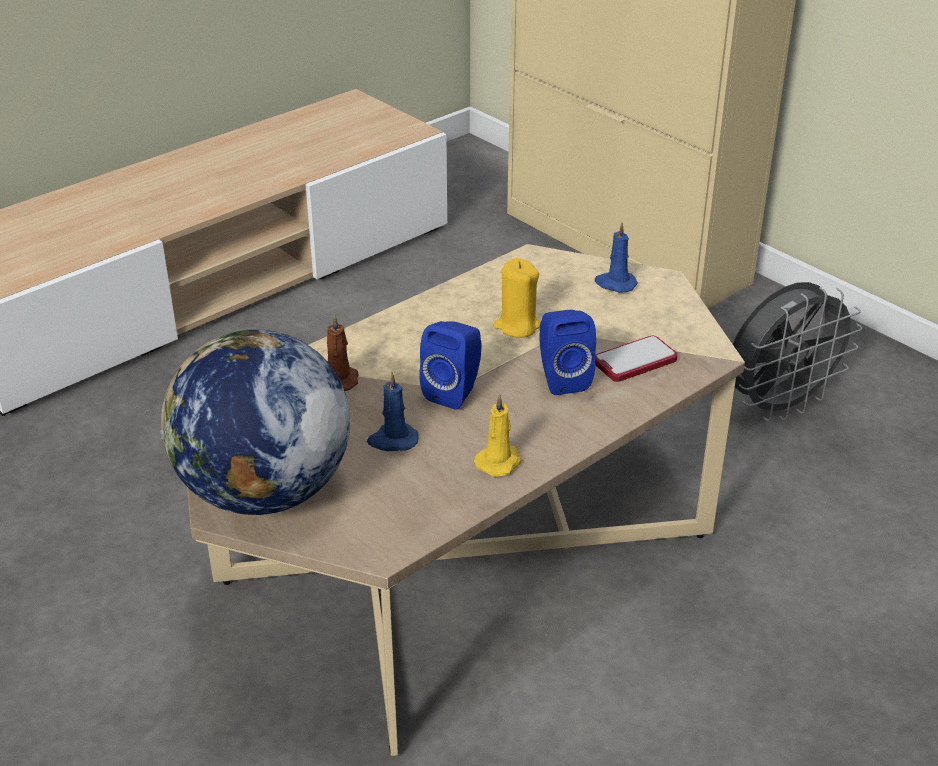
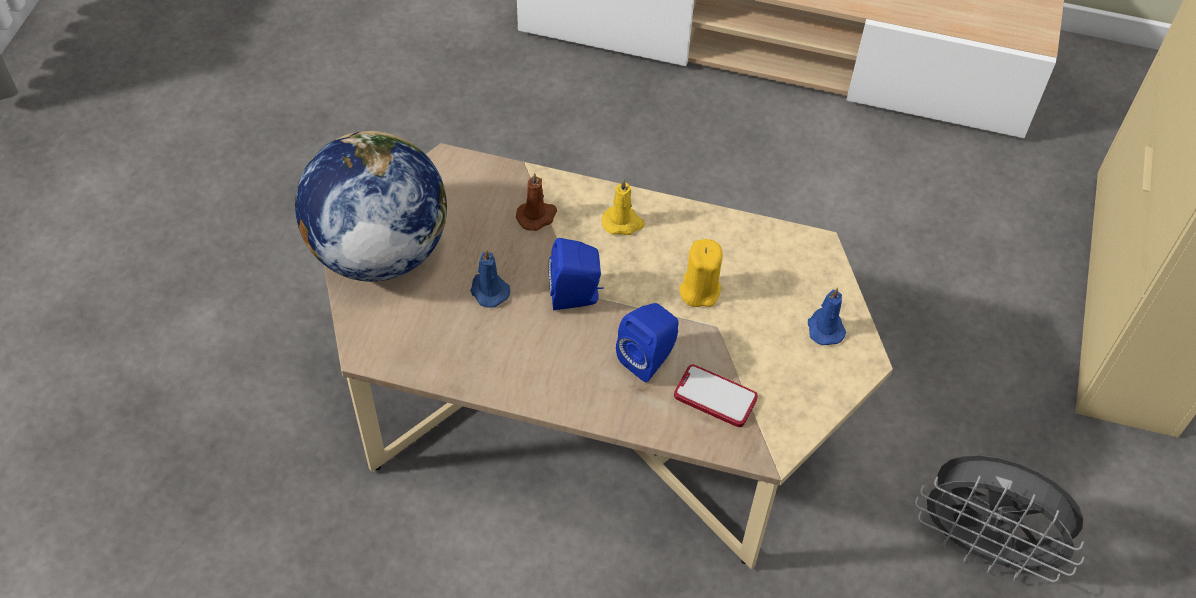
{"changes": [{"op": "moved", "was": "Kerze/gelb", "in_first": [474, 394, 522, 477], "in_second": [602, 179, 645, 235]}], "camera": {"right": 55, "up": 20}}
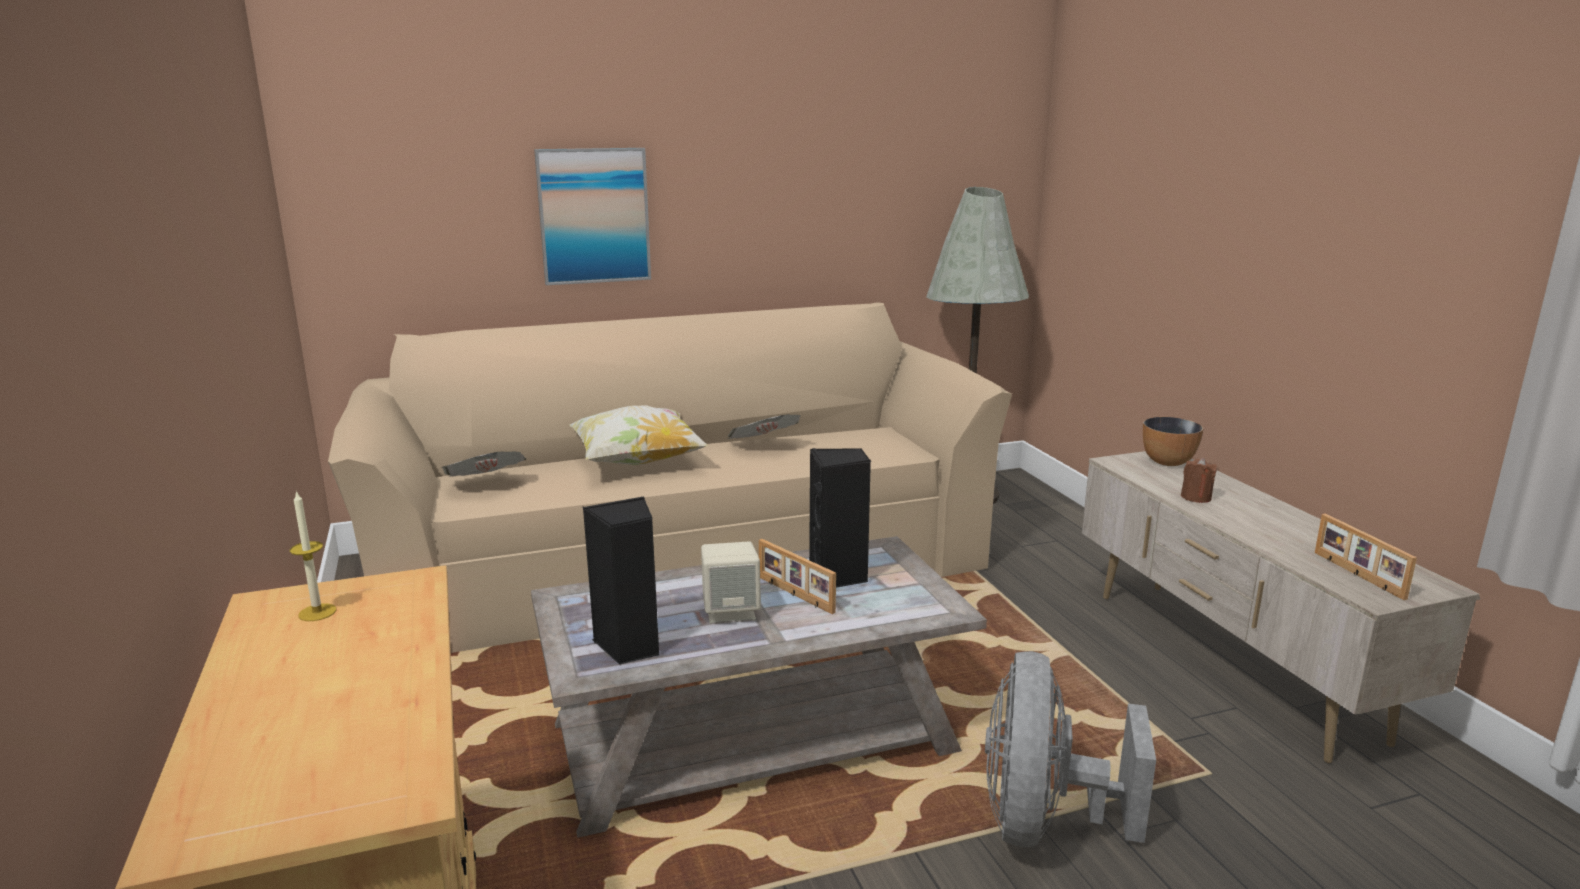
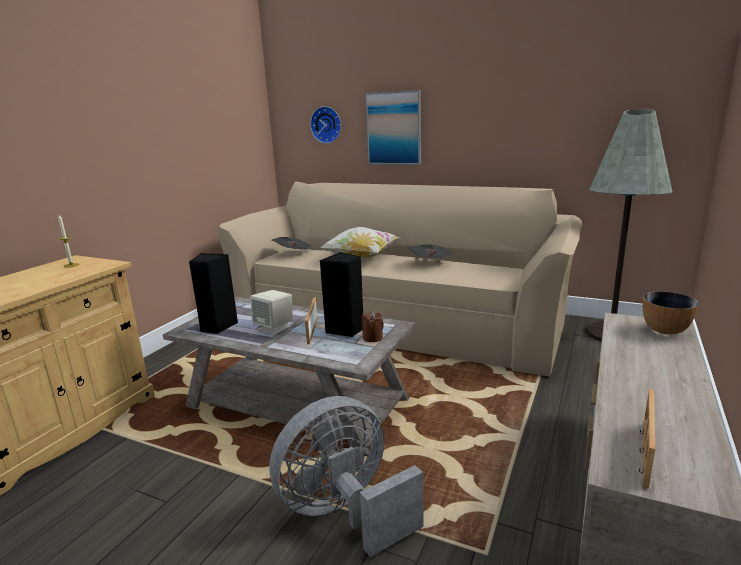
{"changes": [{"op": "added", "now": "Wanduhr", "in_second": [310, 106, 341, 144]}, {"op": "moved", "was": "Kerze/braun", "in_first": [1181, 458, 1217, 503], "in_second": [362, 311, 384, 342]}], "camera": {"right": 45, "up": 0}}
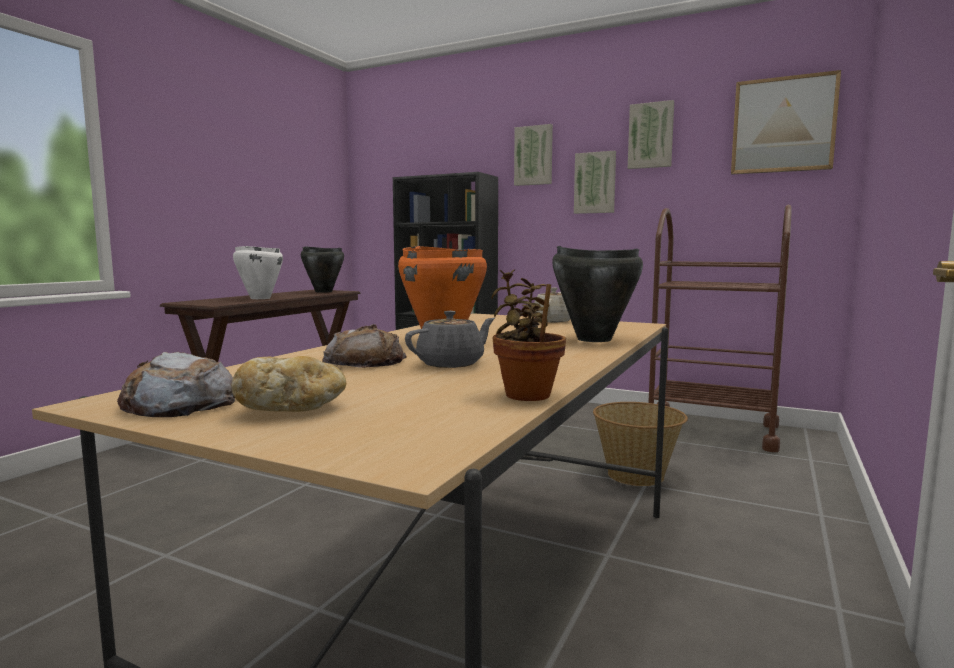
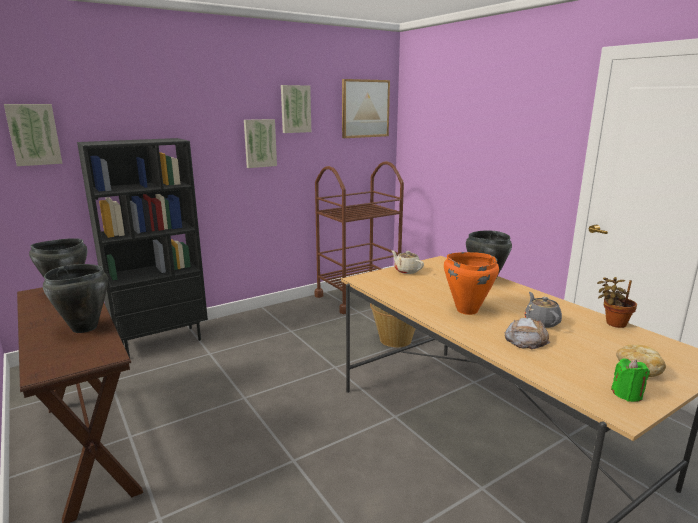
{"changes": [{"op": "moved", "was": "Bild", "in_first": [514, 124, 553, 186], "in_second": [4, 104, 63, 166]}, {"op": "recoloured", "was": "Kochtopf/weiß", "now": "Kochtopf/schwarz", "in_first": [233, 246, 283, 299], "in_second": [43, 264, 108, 333]}, {"op": "replaced", "was": "Brot", "now": "Kerze/grün", "in_first": [117, 352, 235, 417], "in_second": [611, 358, 650, 402]}], "camera": {"right": -60, "up": 10}}
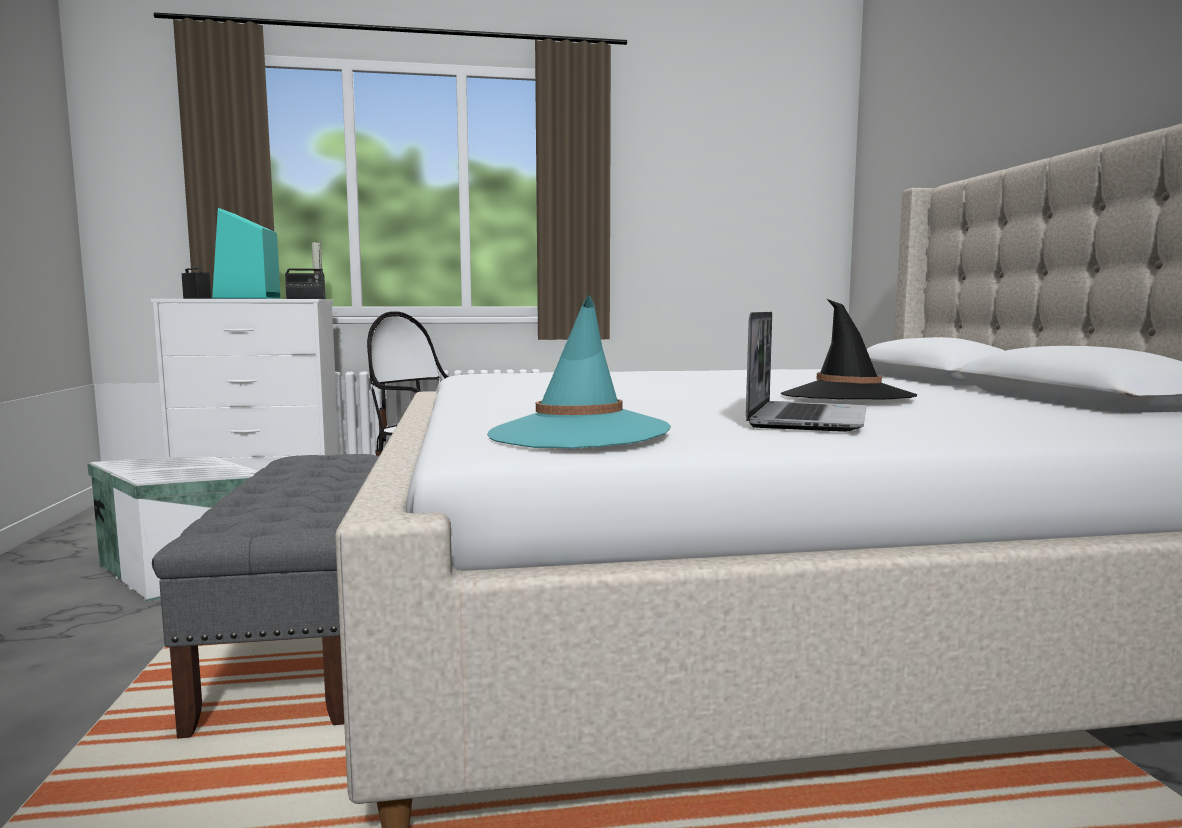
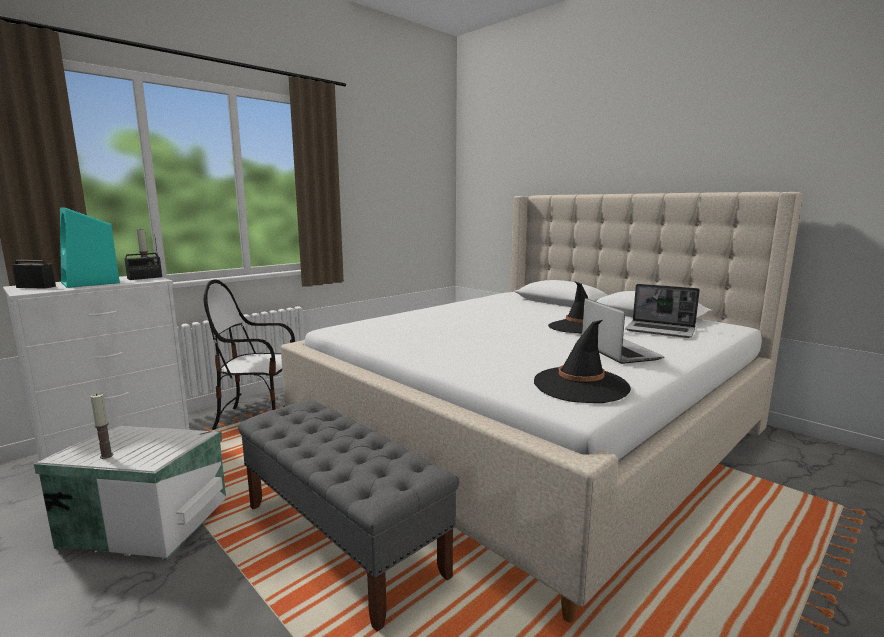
{"changes": [{"op": "added", "now": "Kerze", "in_second": [90, 393, 113, 459]}, {"op": "recoloured", "was": "Hut/türkis", "now": "Hut/schwarz", "in_first": [487, 295, 671, 449], "in_second": [534, 320, 631, 403]}, {"op": "added", "now": "Laptop", "in_second": [625, 284, 700, 338]}], "camera": {"right": -35, "up": 5}}
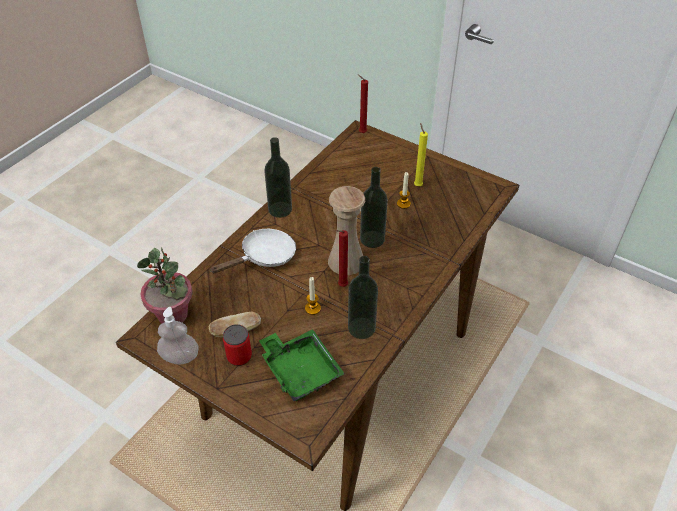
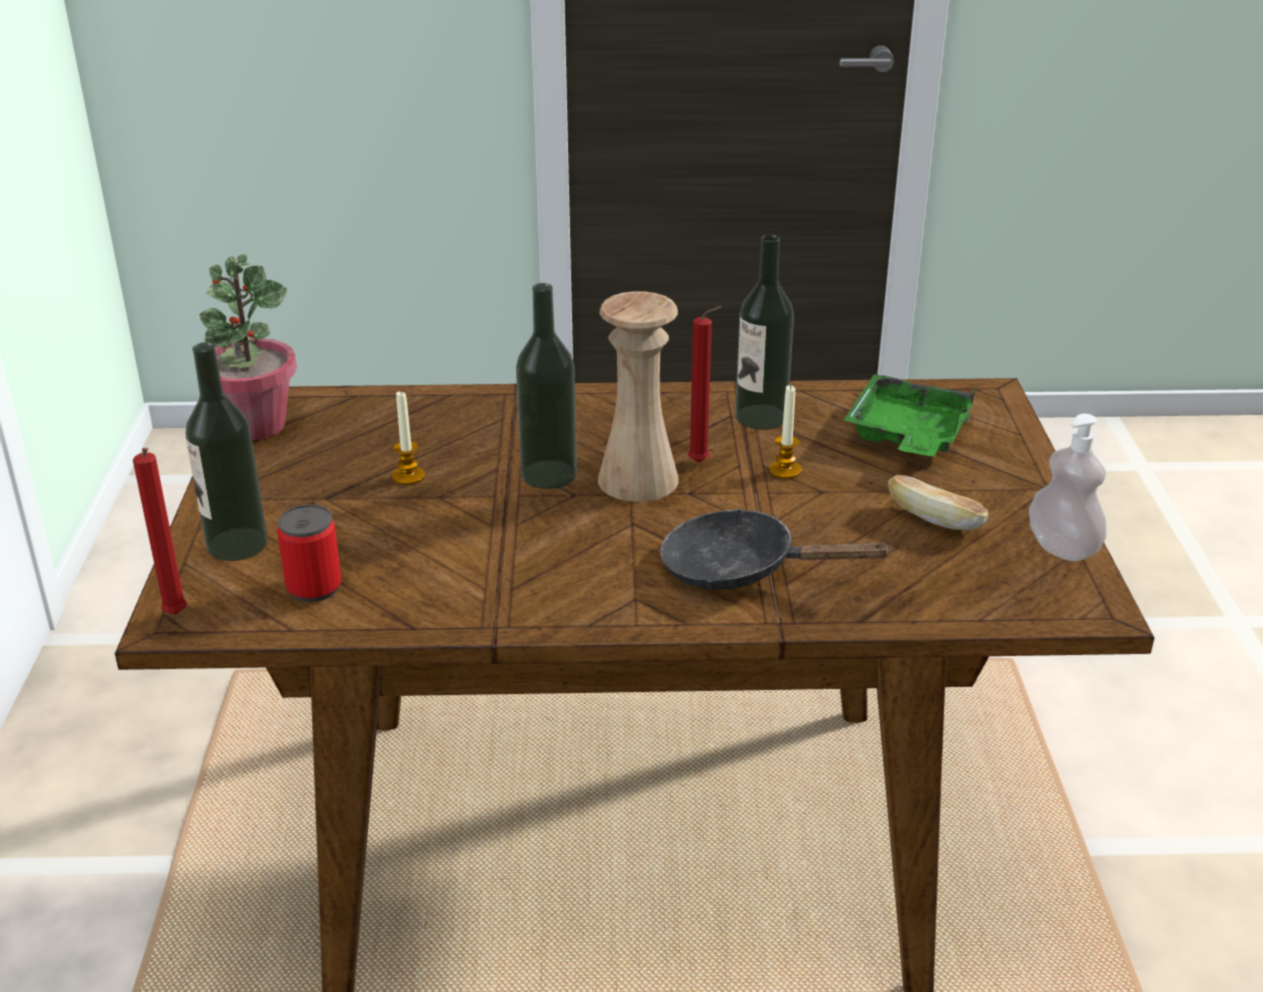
{"changes": [{"op": "moved", "was": "Flasche", "in_first": [264, 137, 292, 218], "in_second": [185, 342, 268, 561]}, {"op": "moved", "was": "Topfpflanze", "in_first": [137, 247, 193, 324], "in_second": [199, 254, 297, 440]}, {"op": "moved", "was": "Dose", "in_first": [223, 324, 252, 366], "in_second": [277, 505, 341, 602]}, {"op": "recoloured", "was": "Pfanne/weiß", "now": "Pfanne/schwarz", "in_first": [210, 229, 296, 273], "in_second": [660, 508, 892, 590]}, {"op": "removed", "was": "Kerze/gelb", "in_first": [414, 123, 428, 186]}], "camera": {"right": -125, "up": -15}}
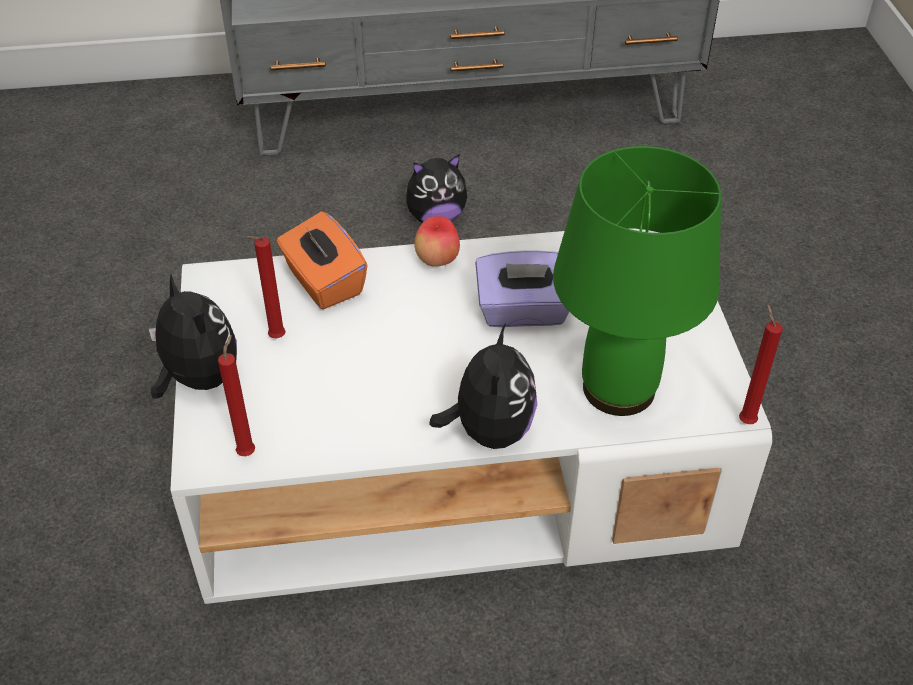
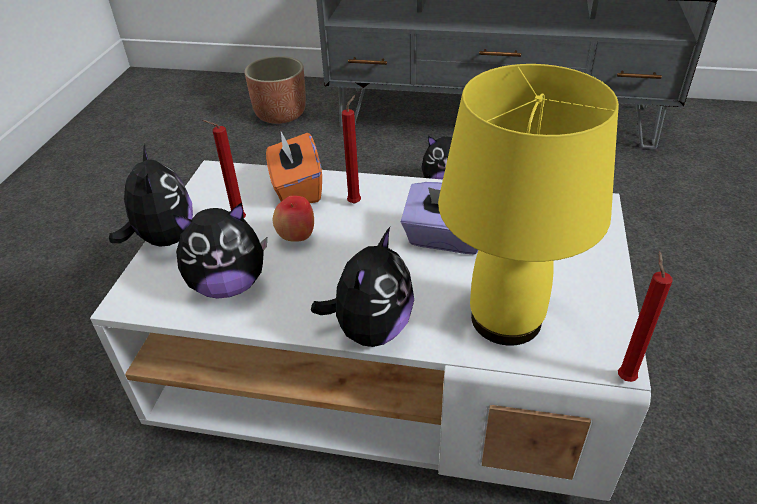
{"changes": [{"op": "added", "now": "Plüschtier", "in_second": [173, 202, 267, 299]}, {"op": "added", "now": "Pflanzkübel", "in_second": [244, 56, 306, 124]}, {"op": "moved", "was": "Apfel", "in_first": [414, 216, 460, 267], "in_second": [273, 196, 314, 242]}, {"op": "moved", "was": "Kerze/rot", "in_first": [218, 335, 255, 456], "in_second": [342, 95, 361, 204]}, {"op": "recoloured", "was": "Tischlampe/grün", "now": "Tischlampe/gelb", "in_first": [553, 146, 721, 416], "in_second": [438, 64, 619, 346]}], "camera": {"right": 20, "up": -5}}
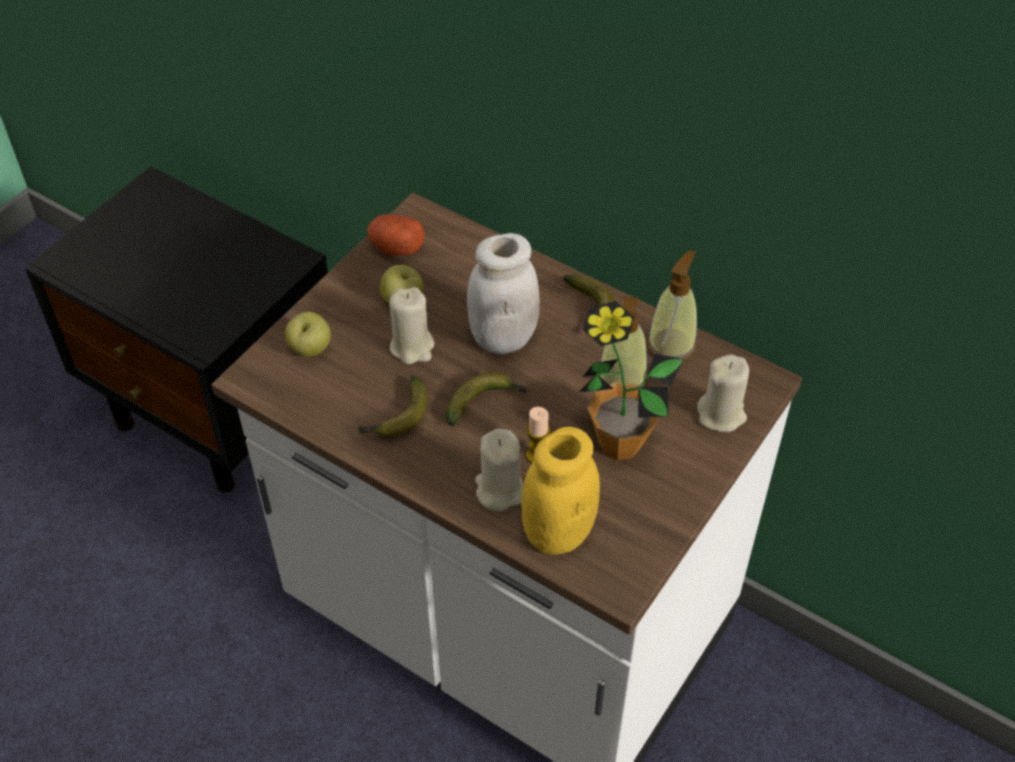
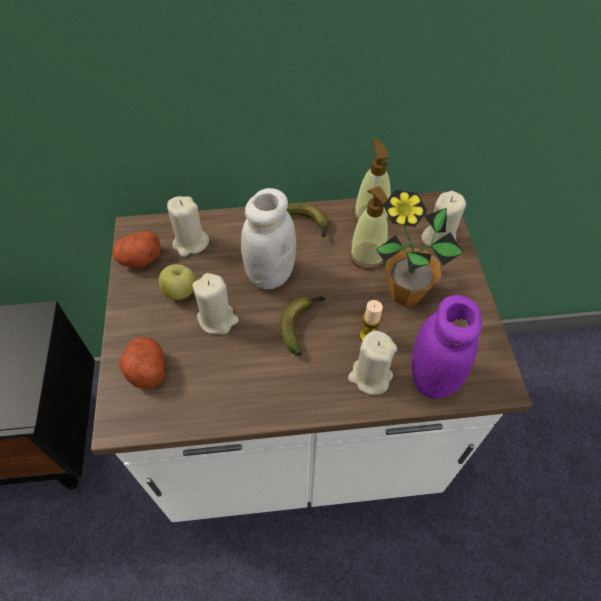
{"changes": [{"op": "replaced", "was": "Apfel", "now": "Kartoffel", "in_first": [285, 312, 331, 357], "in_second": [119, 337, 164, 389]}, {"op": "added", "now": "Kerze/beige", "in_second": [167, 196, 209, 257]}, {"op": "recoloured", "was": "Vorratsglas/gelb", "now": "Vorratsglas/lila", "in_first": [521, 427, 600, 555], "in_second": [412, 295, 482, 399]}, {"op": "removed", "was": "Banane", "in_first": [359, 375, 427, 437]}], "camera": {"right": -40, "up": 5}}
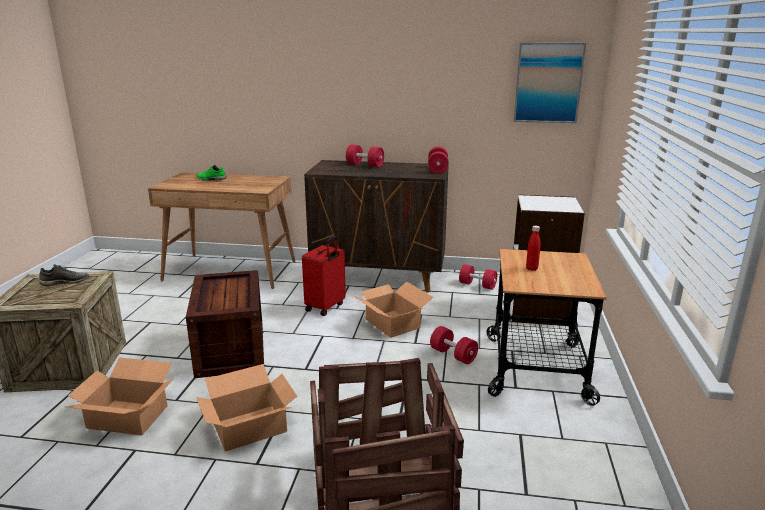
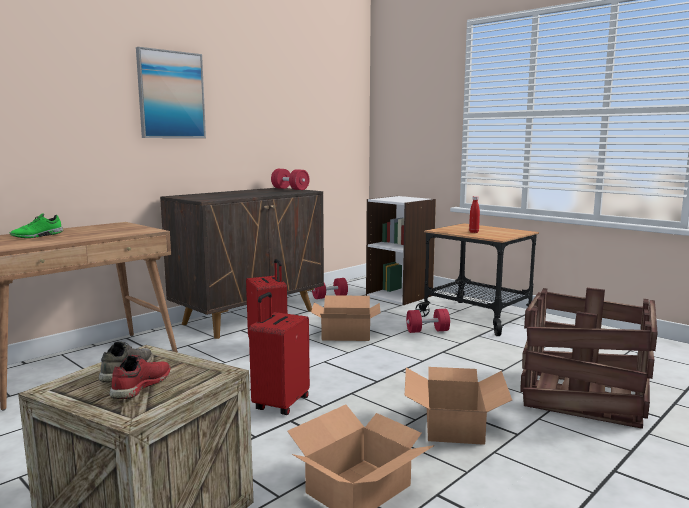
{"changes": [{"op": "added", "now": "Schuh/rot", "in_second": [109, 355, 170, 399]}, {"op": "moved", "was": "Bild", "in_first": [514, 43, 586, 123], "in_second": [136, 47, 206, 138]}, {"op": "replaced", "was": "Kiste", "now": "Koffer/rot", "in_first": [186, 270, 264, 378], "in_second": [249, 292, 310, 415]}, {"op": "removed", "was": "Hantel/rot", "in_first": [346, 144, 384, 167]}], "camera": {"right": -55, "up": -10}}
